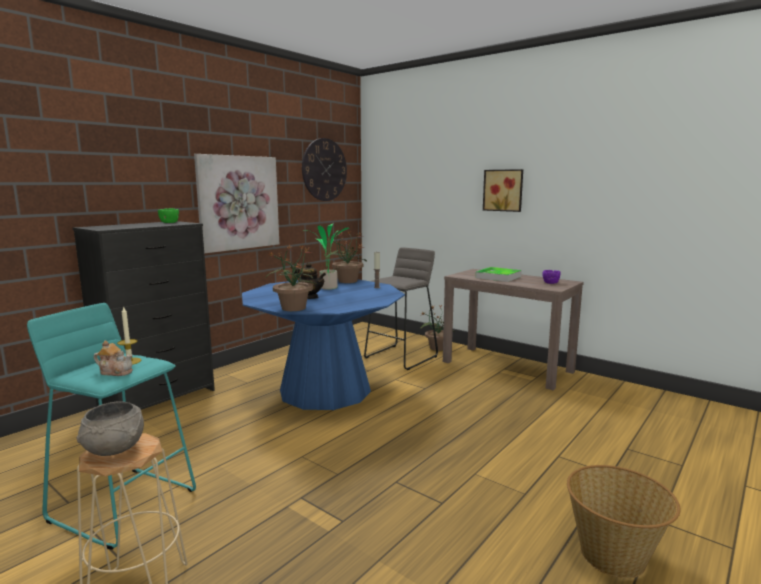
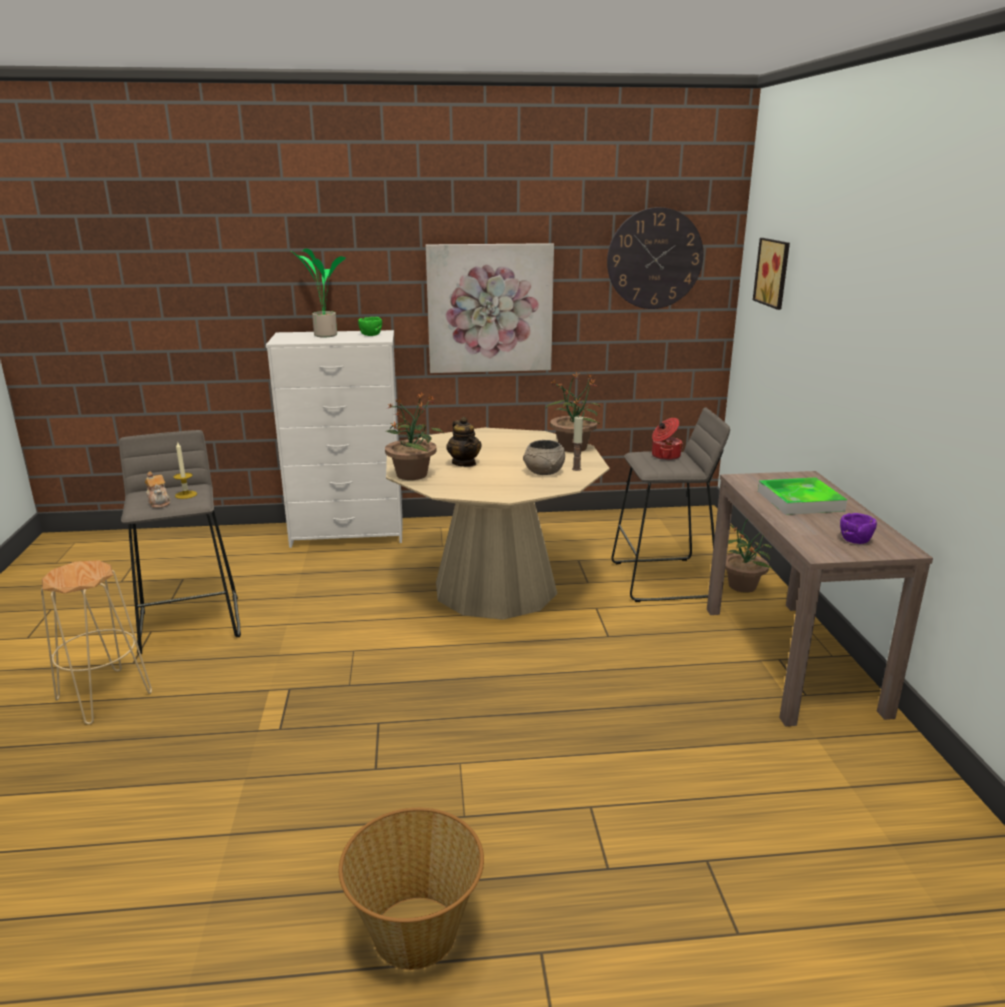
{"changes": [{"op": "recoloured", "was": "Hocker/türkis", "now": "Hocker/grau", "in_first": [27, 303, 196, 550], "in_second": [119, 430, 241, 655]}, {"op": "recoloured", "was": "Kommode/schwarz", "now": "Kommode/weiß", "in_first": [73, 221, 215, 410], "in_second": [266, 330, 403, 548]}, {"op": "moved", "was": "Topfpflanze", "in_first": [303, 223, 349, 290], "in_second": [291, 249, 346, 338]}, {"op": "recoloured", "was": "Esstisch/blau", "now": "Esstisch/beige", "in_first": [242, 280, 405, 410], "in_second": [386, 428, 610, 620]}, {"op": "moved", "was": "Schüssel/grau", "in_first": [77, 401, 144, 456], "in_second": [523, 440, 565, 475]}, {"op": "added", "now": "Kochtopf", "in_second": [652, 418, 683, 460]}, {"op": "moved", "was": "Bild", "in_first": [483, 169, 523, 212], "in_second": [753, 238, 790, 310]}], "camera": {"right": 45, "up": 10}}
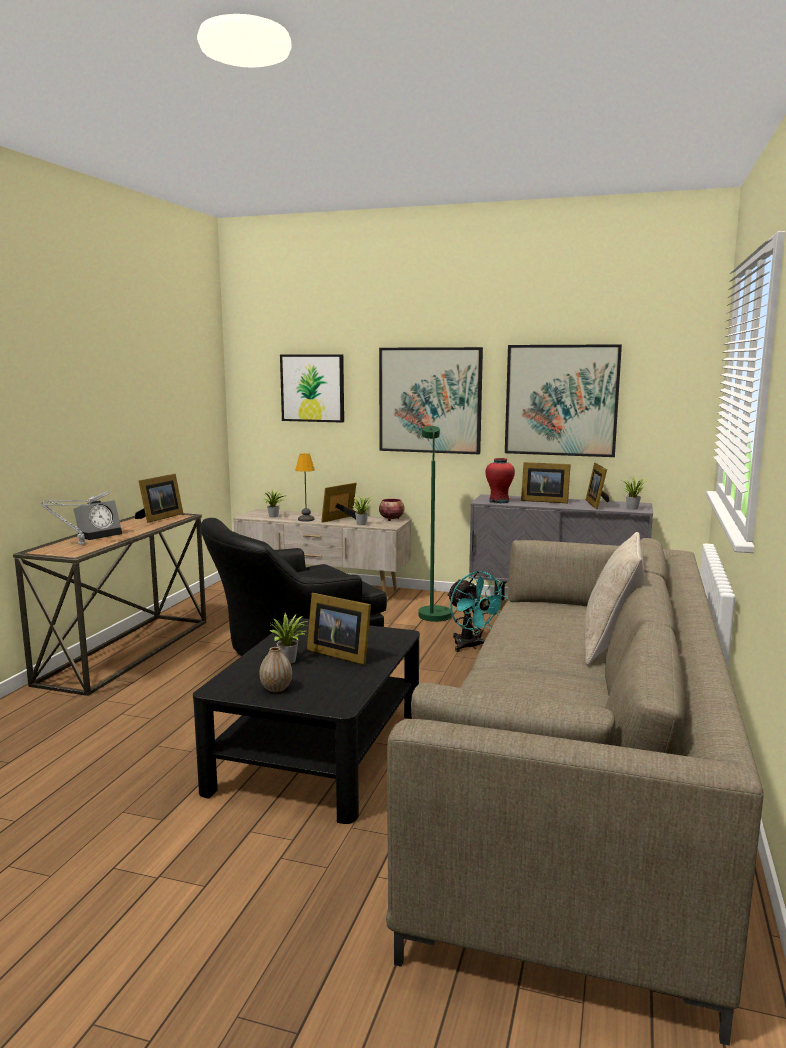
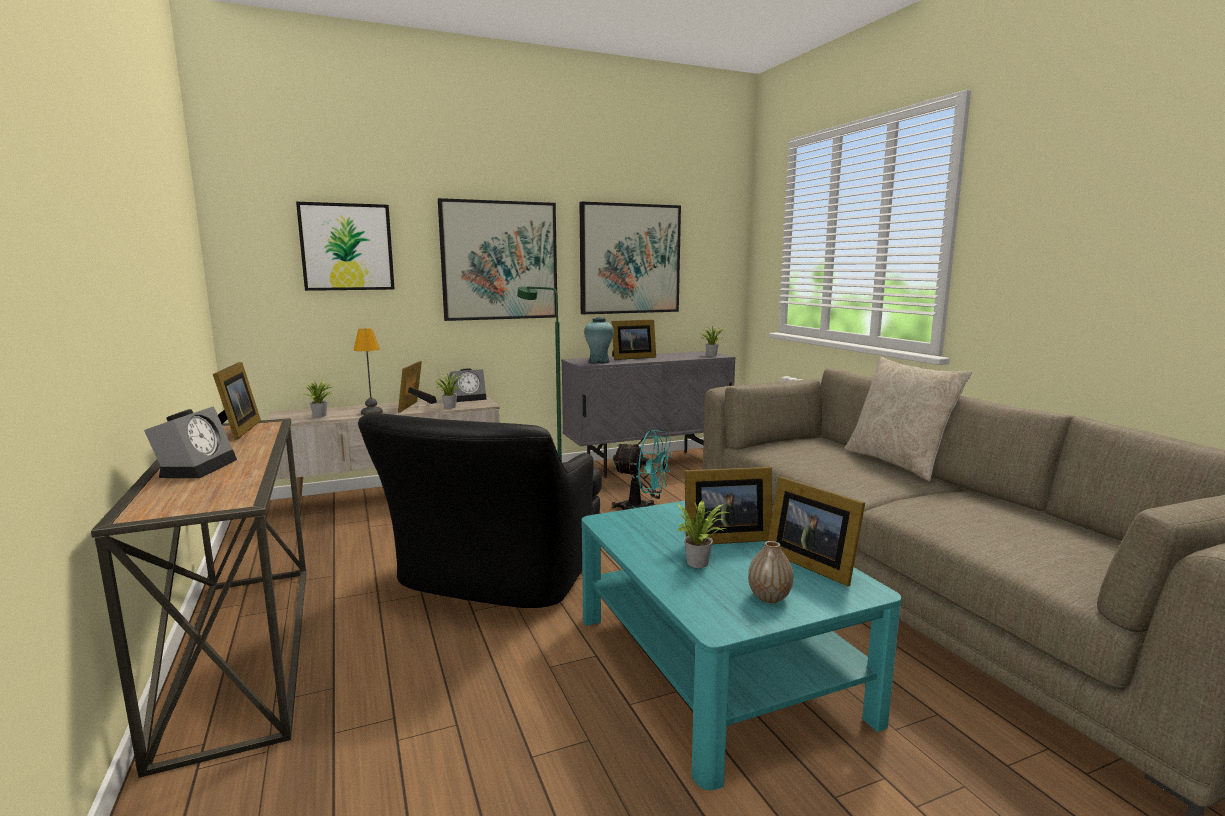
{"changes": [{"op": "replaced", "was": "Schüssel", "now": "Wecker", "in_first": [379, 499, 405, 521], "in_second": [449, 368, 487, 402]}, {"op": "recoloured", "was": "Couchtisch/schwarz", "now": "Couchtisch/türkis", "in_first": [193, 618, 420, 824], "in_second": [581, 501, 902, 790]}, {"op": "recoloured", "was": "Vase/rot", "now": "Vase/türkis", "in_first": [485, 458, 515, 503], "in_second": [584, 317, 614, 364]}, {"op": "moved", "was": "Bilderrahmen", "in_first": [586, 463, 609, 509], "in_second": [768, 477, 865, 586]}, {"op": "removed", "was": "Tischlampe/grau", "in_first": [41, 491, 109, 545]}], "camera": {"right": -40, "up": 0}}
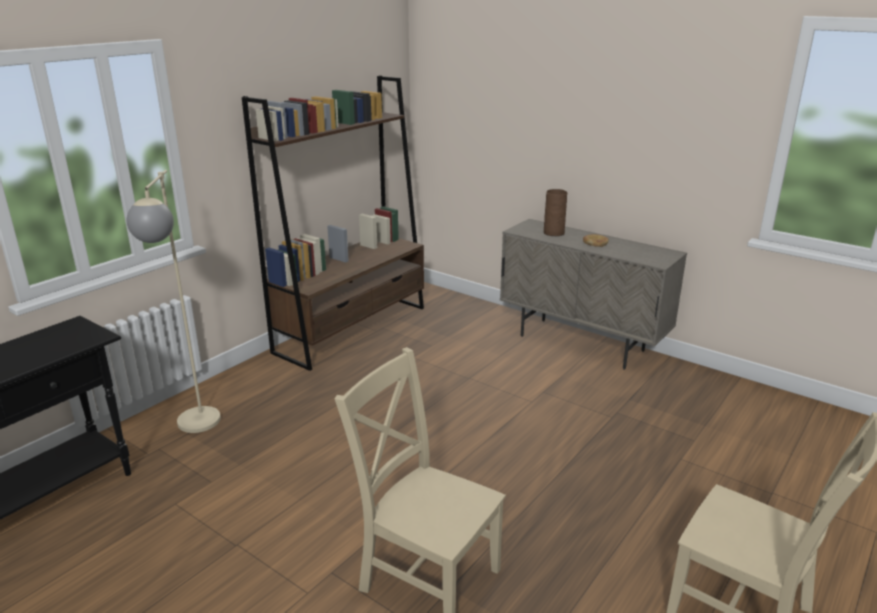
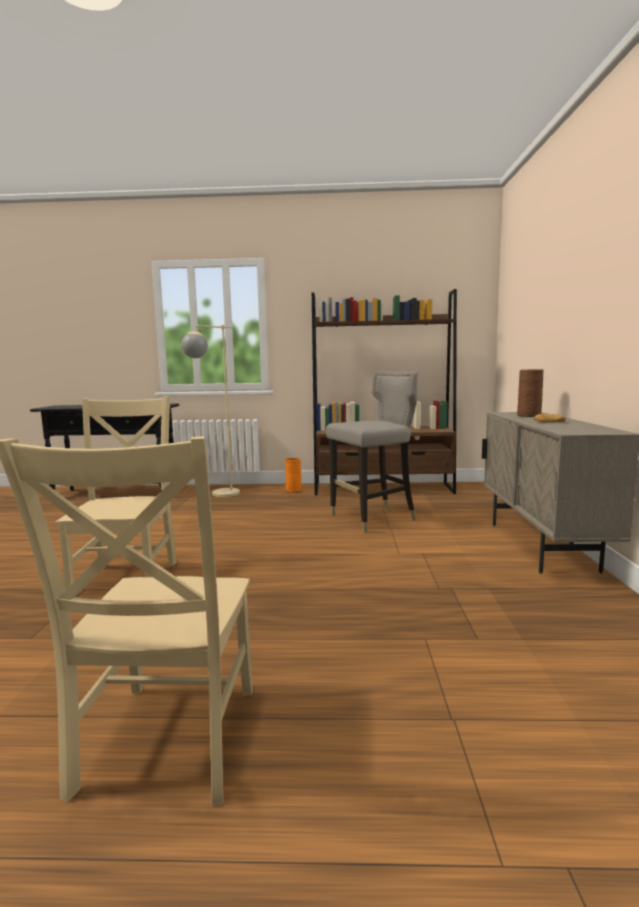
{"changes": [{"op": "added", "now": "Vase/orange", "in_second": [285, 458, 302, 493]}, {"op": "added", "now": "Hocker/grau", "in_second": [326, 371, 418, 533]}], "camera": {"right": 55, "up": -15}}
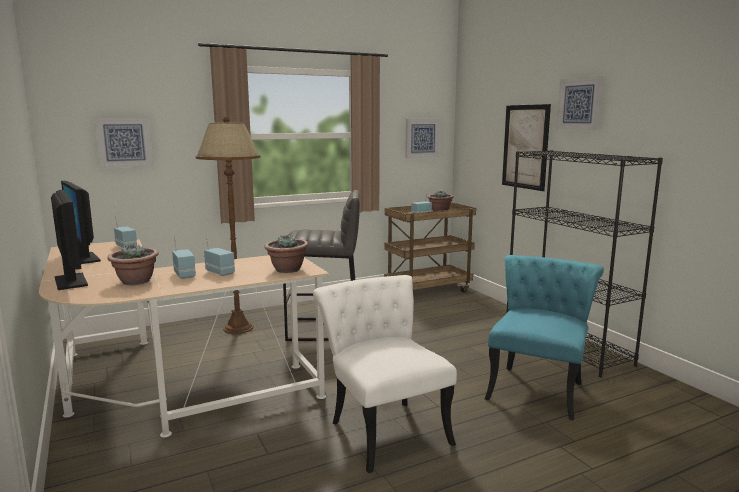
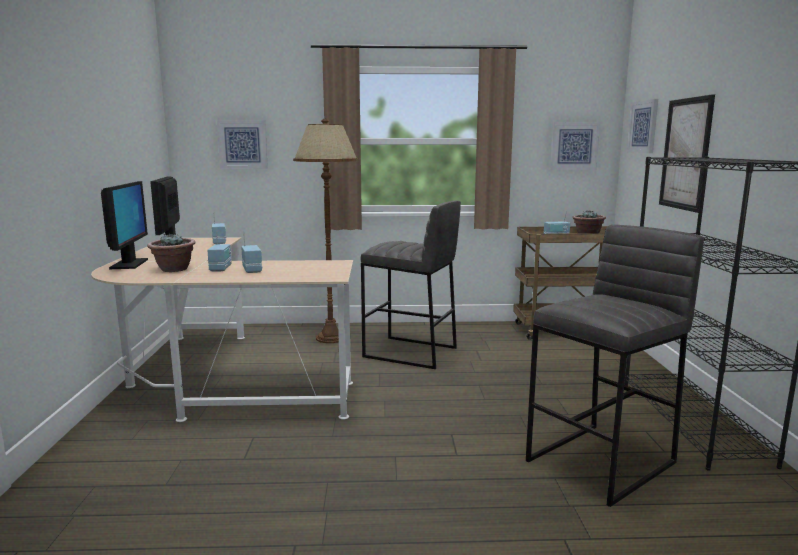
{"changes": [{"op": "replaced", "was": "Stuhl/türkis", "now": "Hocker/grau", "in_first": [485, 255, 604, 420], "in_second": [526, 225, 704, 507]}, {"op": "moved", "was": "Bild", "in_first": [556, 76, 603, 130], "in_second": [627, 99, 658, 153]}, {"op": "removed", "was": "Topfpflanze", "in_first": [264, 235, 309, 273]}, {"op": "removed", "was": "Stuhl/weiß", "in_first": [313, 275, 457, 473]}], "camera": {"right": 25, "up": 0}}
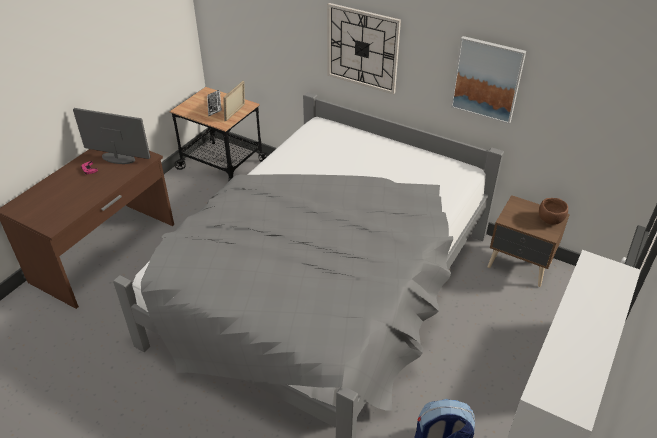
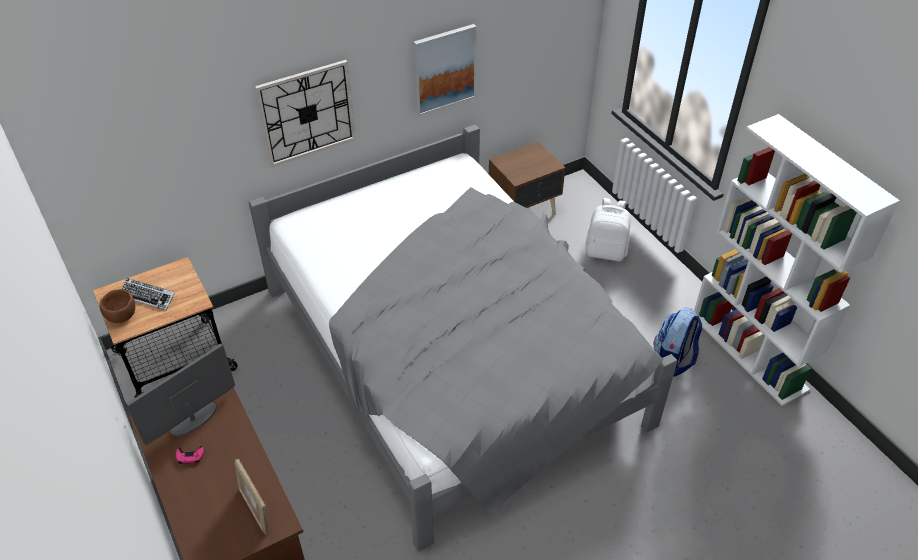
{"changes": [{"op": "moved", "was": "Schüssel/braun", "in_first": [539, 198, 568, 225], "in_second": [99, 289, 135, 323]}, {"op": "moved", "was": "Bilderrahmen", "in_first": [223, 81, 245, 121], "in_second": [235, 459, 268, 534]}, {"op": "added", "now": "Rucksack/weiß", "in_second": [585, 198, 631, 261]}], "camera": {"right": -60, "up": 5}}
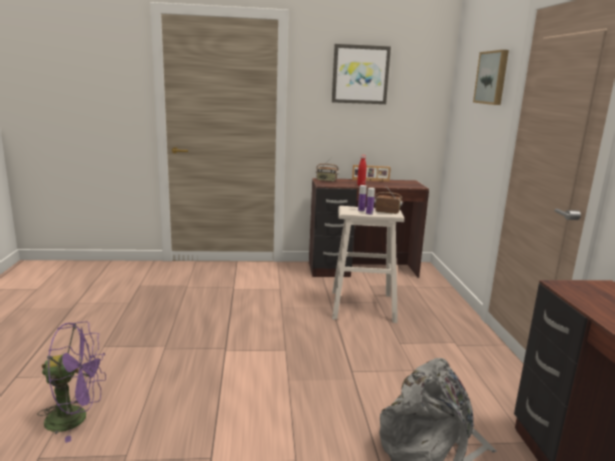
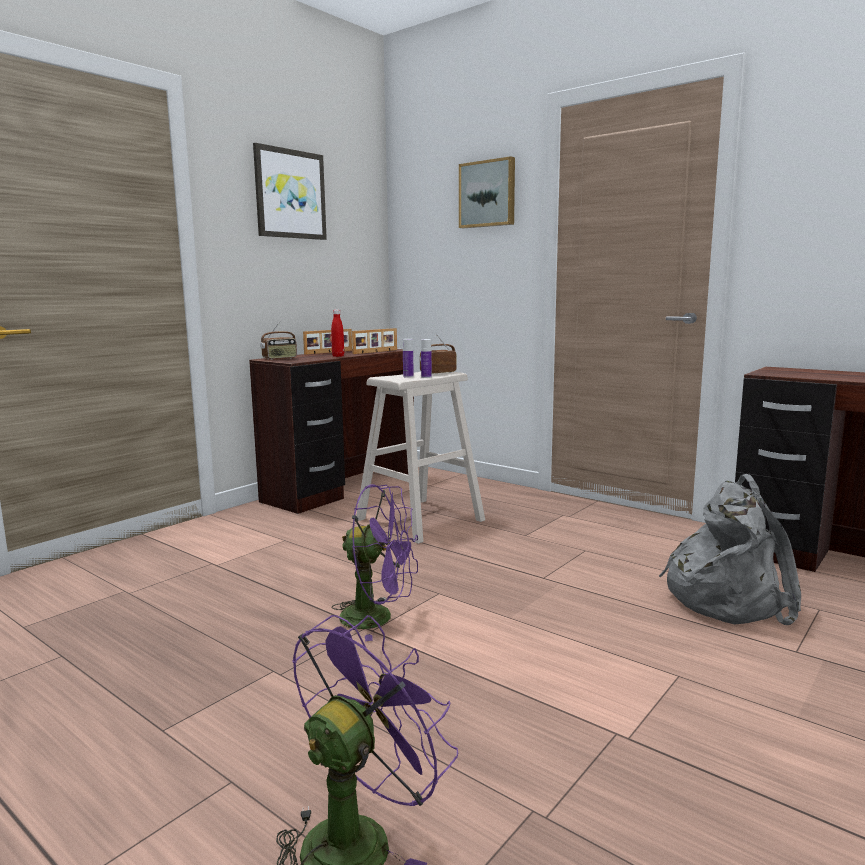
{"changes": [{"op": "added", "now": "Ventilator/lila", "in_second": [331, 484, 418, 641]}, {"op": "added", "now": "Bilderrahmen", "in_second": [352, 328, 397, 354]}], "camera": {"right": -45, "up": -5}}
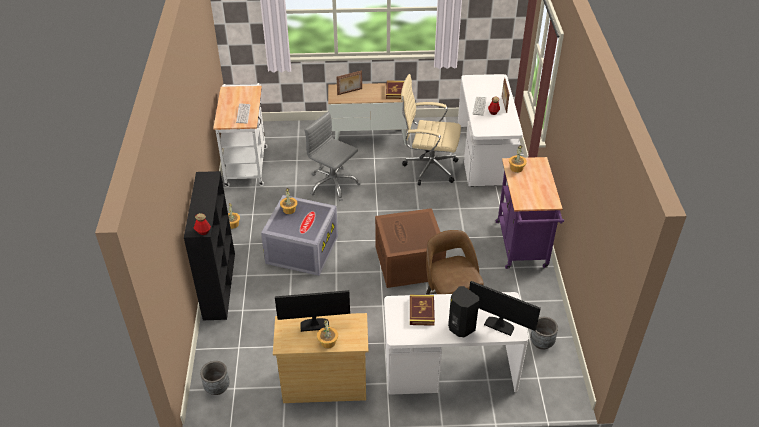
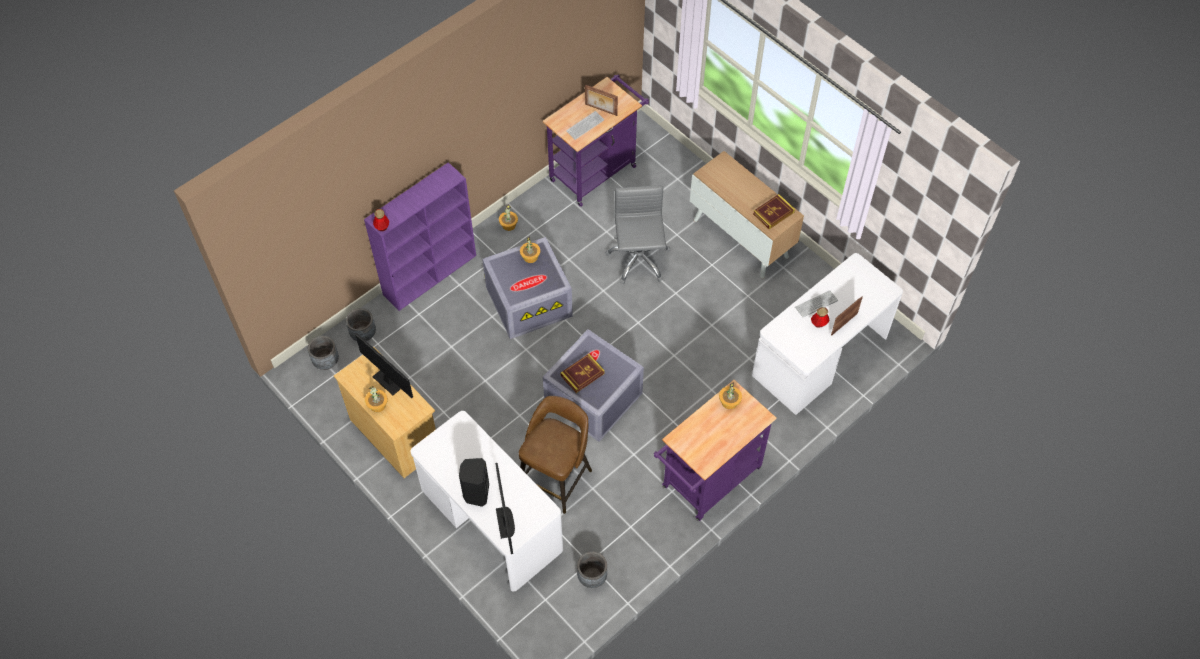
{"changes": [{"op": "added", "now": "Pflanzkübel/grau", "in_second": [346, 308, 376, 341]}, {"op": "recoloured", "was": "Bücherregal/schwarz", "now": "Bücherregal/lila", "in_first": [184, 171, 235, 320], "in_second": [364, 162, 476, 311]}, {"op": "recoloured", "was": "Rollwagen/weiß", "now": "Rollwagen/lila", "in_first": [213, 83, 268, 187], "in_second": [543, 74, 649, 207]}, {"op": "recoloured", "was": "Aufbewahrungsbox/braun", "now": "Aufbewahrungsbox/grau", "in_first": [375, 208, 446, 288], "in_second": [543, 329, 644, 442]}, {"op": "moved", "was": "Buch", "in_first": [410, 295, 435, 326], "in_second": [561, 354, 605, 393]}, {"op": "moved", "was": "Bilderrahmen", "in_first": [336, 70, 362, 95], "in_second": [585, 85, 618, 116]}, {"op": "removed", "was": "Bürostuhl/beige", "in_first": [400, 74, 461, 185]}], "camera": {"right": 50, "up": 15}}
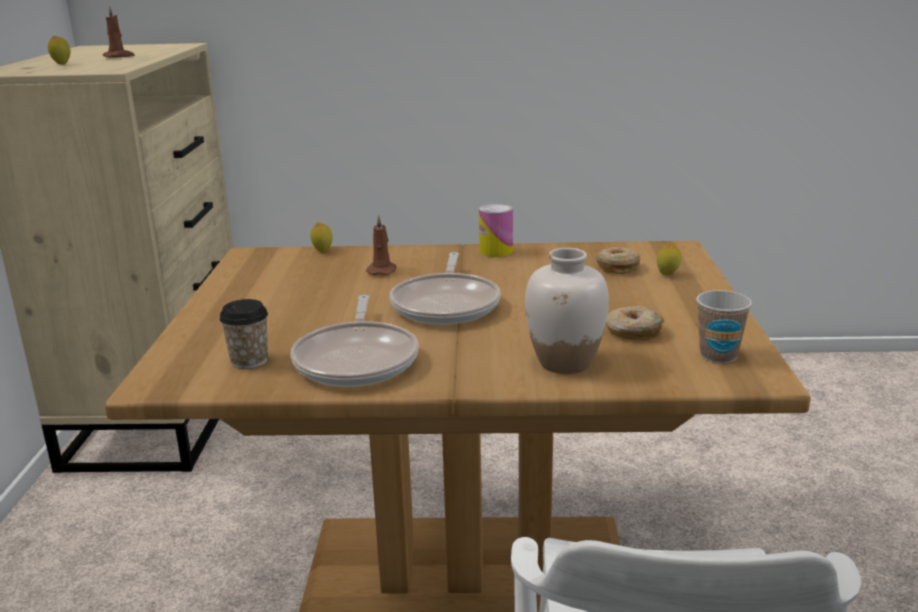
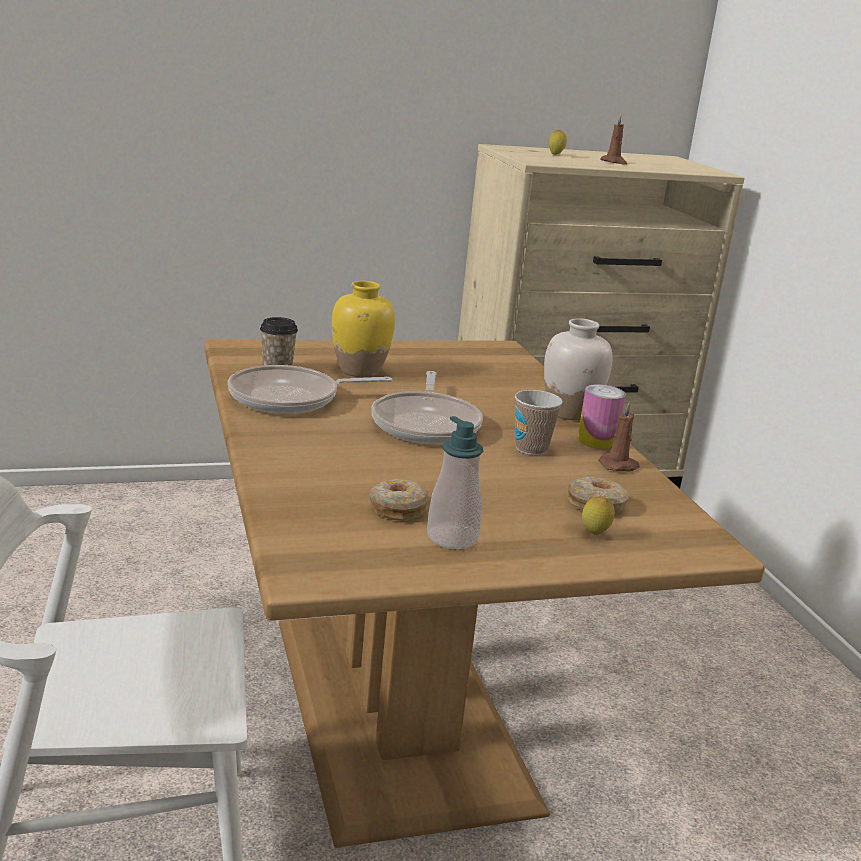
{"changes": [{"op": "added", "now": "Vase/gelb", "in_second": [332, 281, 395, 377]}, {"op": "turned", "was": "Pfanne", "in_first": [390, 252, 500, 325], "in_second": [371, 371, 483, 444], "clockwise": -75}, {"op": "added", "now": "Seifenspender", "in_second": [427, 416, 483, 549]}, {"op": "moved", "was": "Tasse", "in_first": [696, 290, 752, 363], "in_second": [515, 390, 563, 455]}, {"op": "moved", "was": "Vase/weiß", "in_first": [525, 248, 609, 374], "in_second": [544, 318, 613, 421]}, {"op": "moved", "was": "Kerze/braun", "in_first": [366, 215, 396, 275], "in_second": [598, 401, 640, 471]}, {"op": "removed", "was": "Zitrone", "in_first": [310, 222, 333, 252]}], "camera": {"right": 70, "up": 0}}
